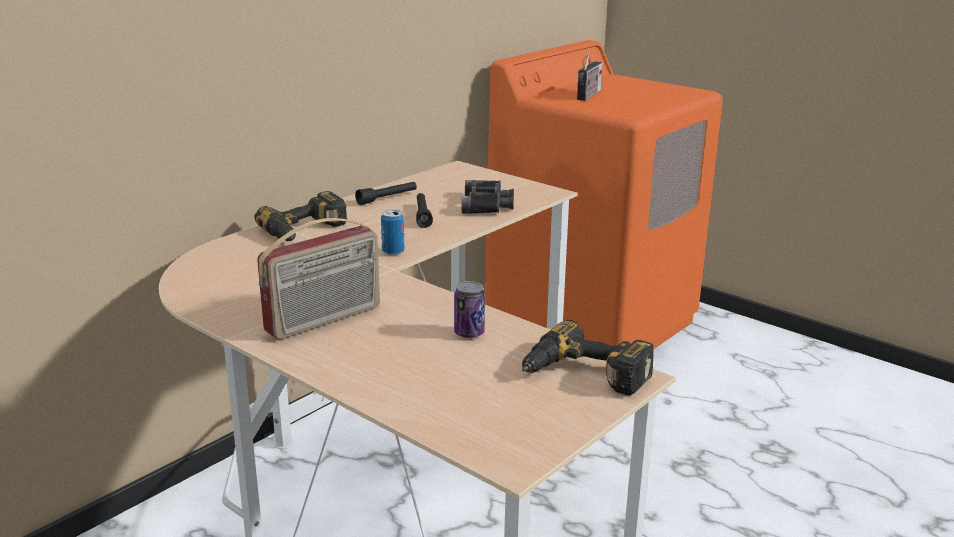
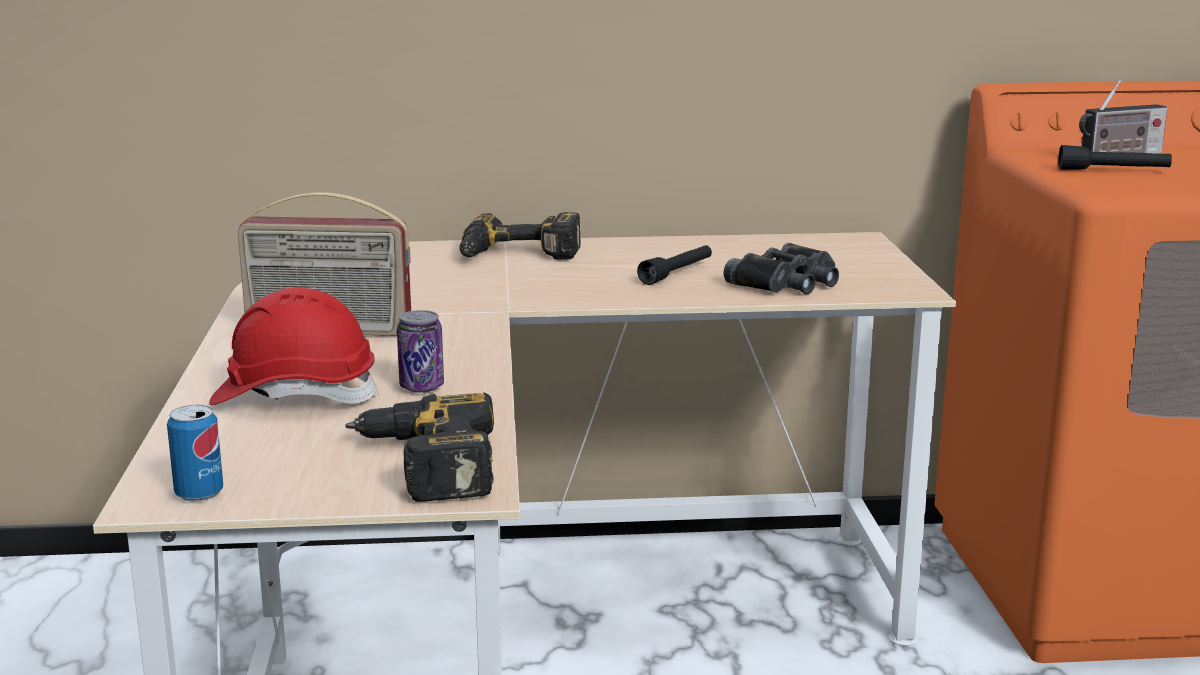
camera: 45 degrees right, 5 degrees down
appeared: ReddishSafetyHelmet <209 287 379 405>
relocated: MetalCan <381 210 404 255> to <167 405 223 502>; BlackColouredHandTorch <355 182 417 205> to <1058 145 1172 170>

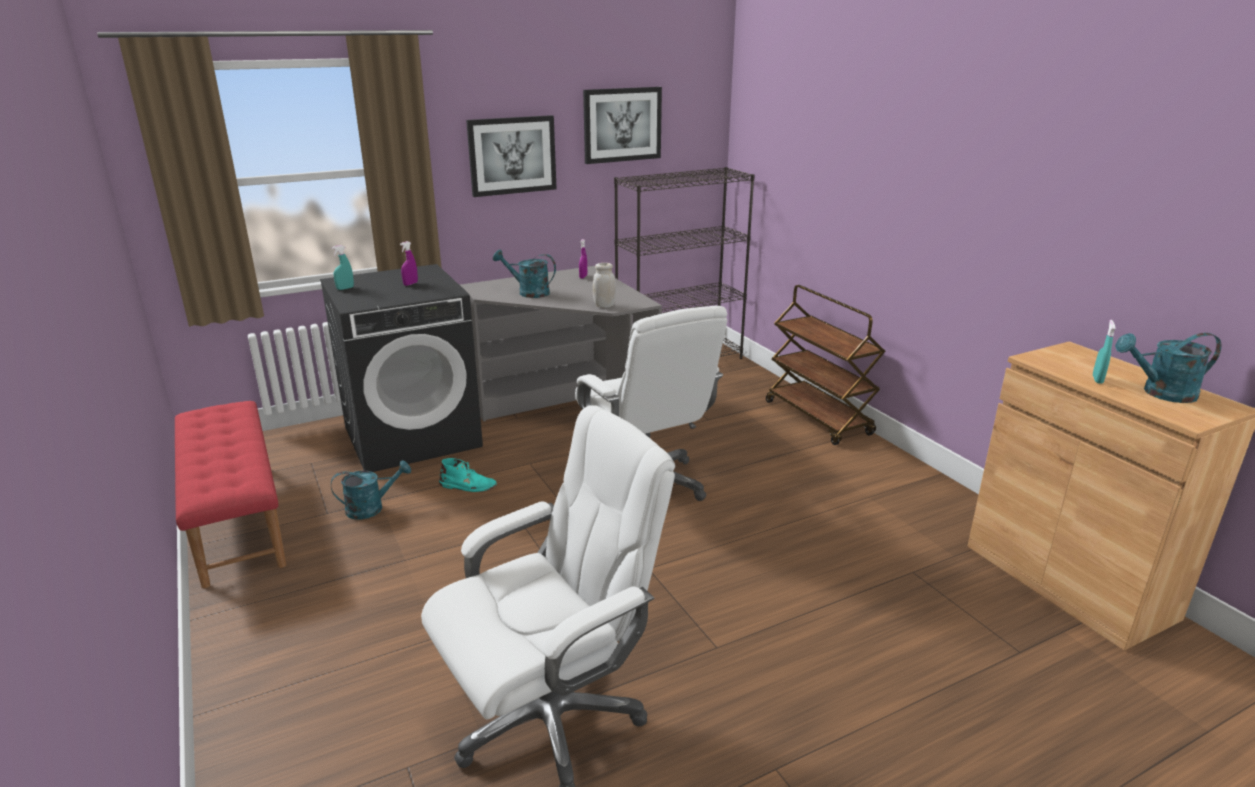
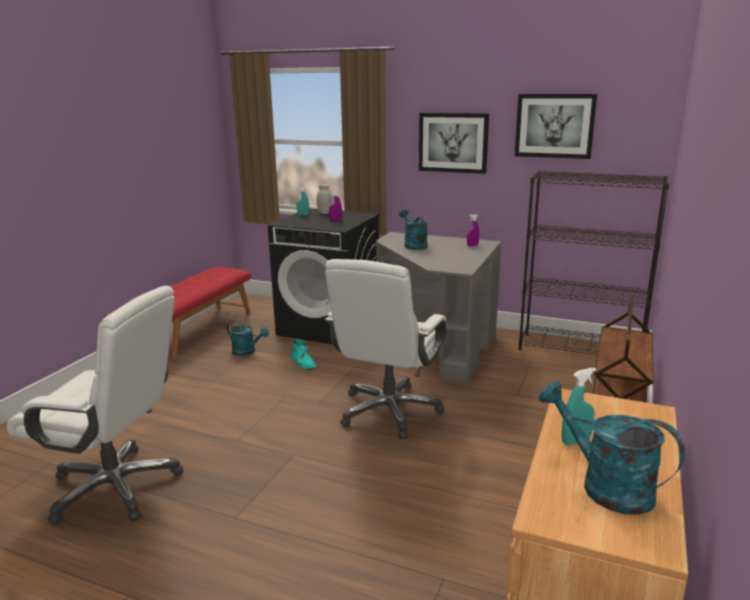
camera: 50 degrees right, 5 degrees down
relocated: WhitishJar <593 263 616 308> to <317 183 332 214>

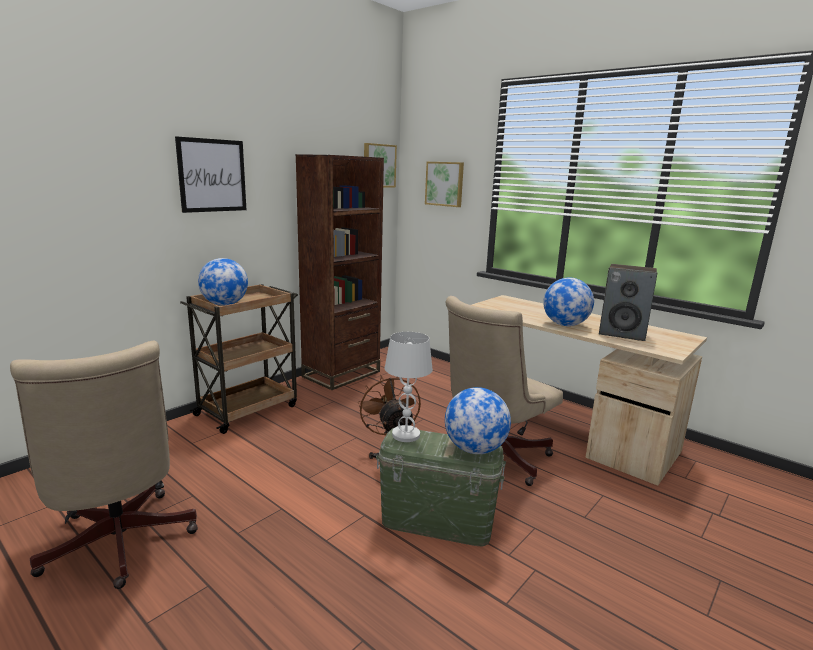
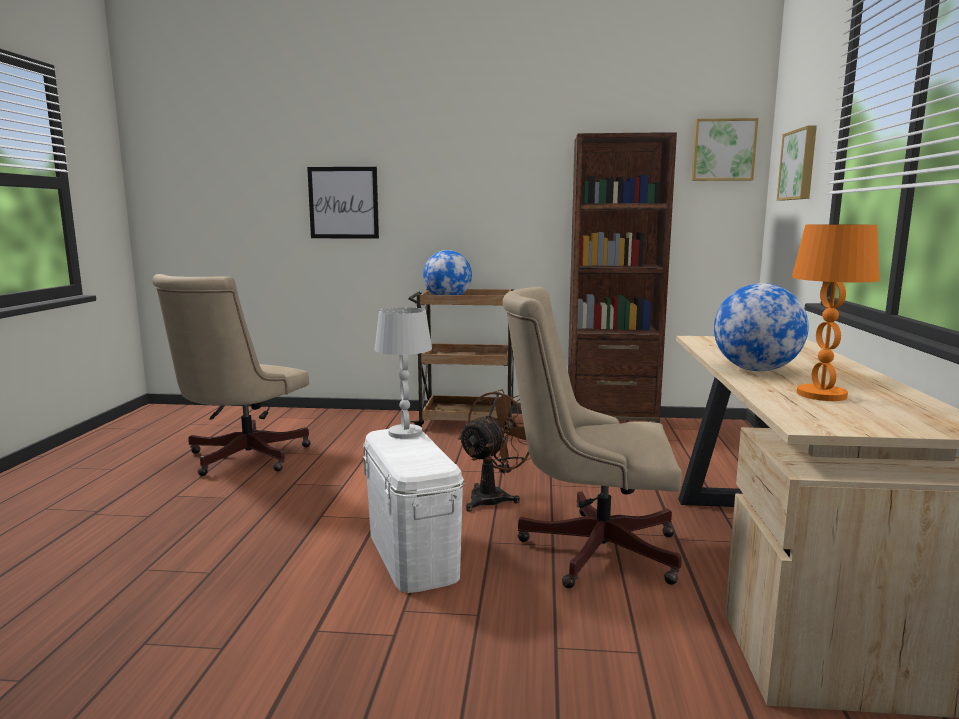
camera: 55 degrees right, 5 degrees down
missing: DeskGlobe <445 387 511 454>
relocated: WallPicture <175 136 246 213> to <307 167 379 239>
exchanged: AudioSpeaker <599 264 657 341> to OrangeColouredTabletopLamp <792 224 880 401>
colour: GreenishStorageContainer <376 428 506 546> to WhitishStorageContainer <363 429 464 593>

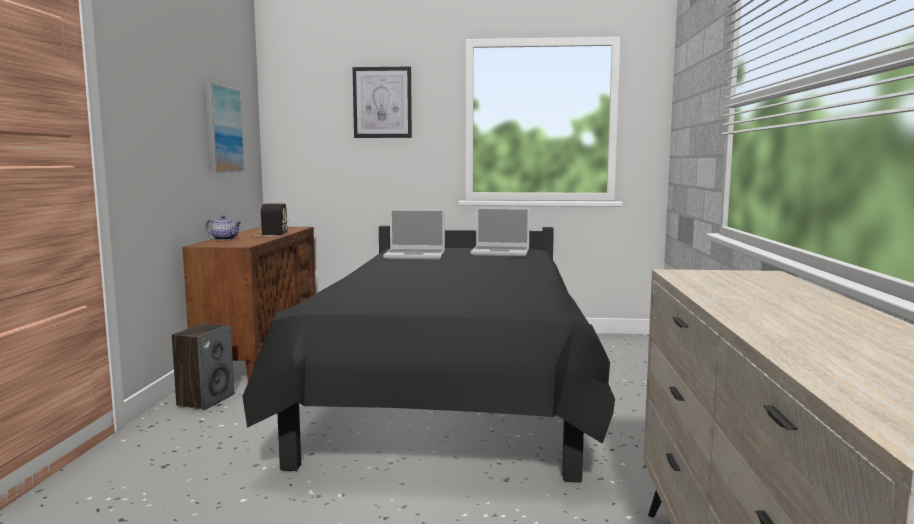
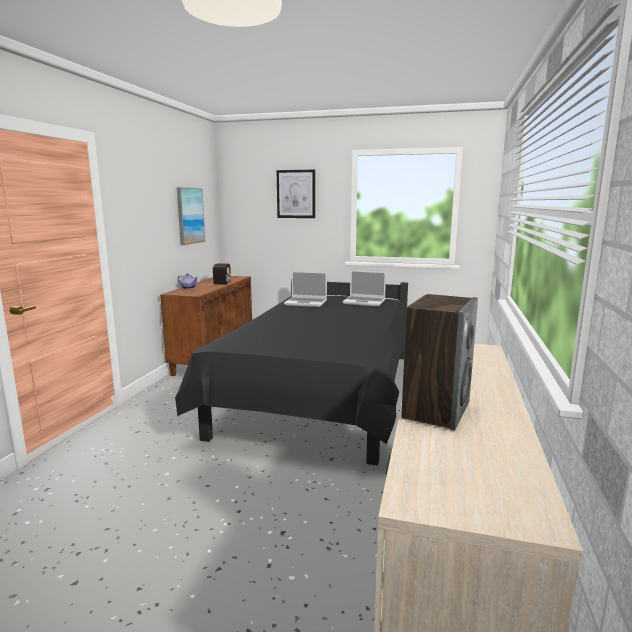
camera: 10 degrees right, 5 degrees up
relocated: AudioSpeaker <172 324 234 410> to <401 294 478 431>

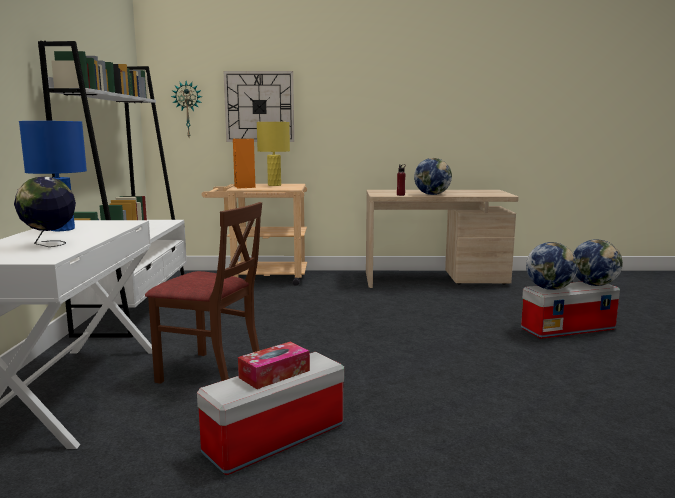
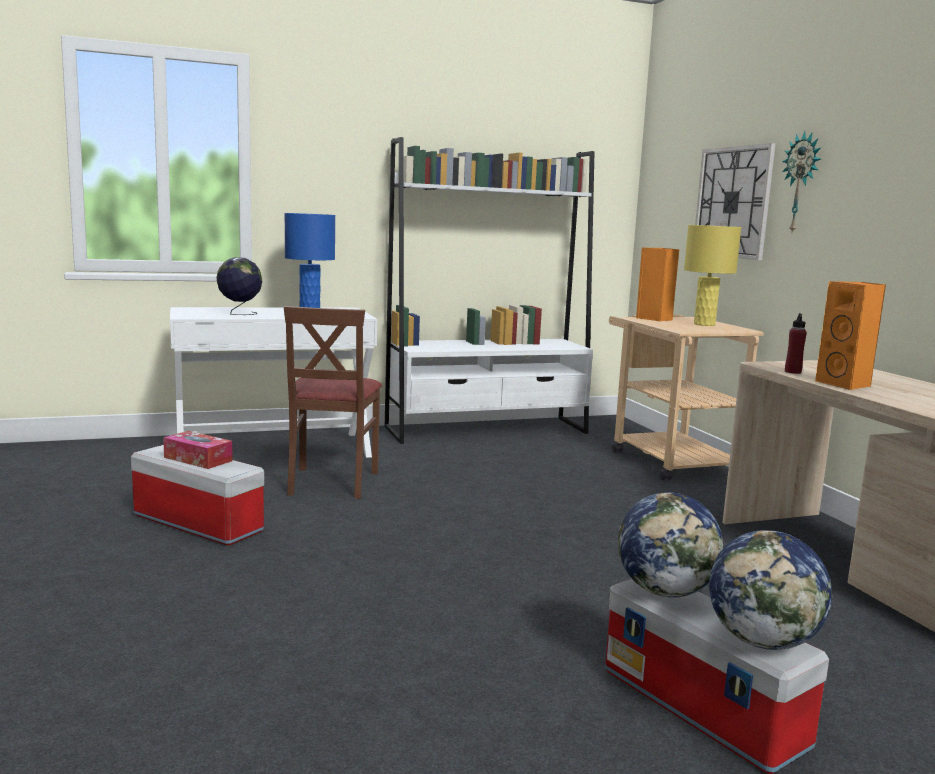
camera: 70 degrees right, 0 degrees up
relocated: ClockOnTheWall <171 81 202 137> to <782 131 821 233>
exchanged: DeskGlobe <414 158 452 195> to OrangeColouredAudioSpeaker <815 281 886 390>

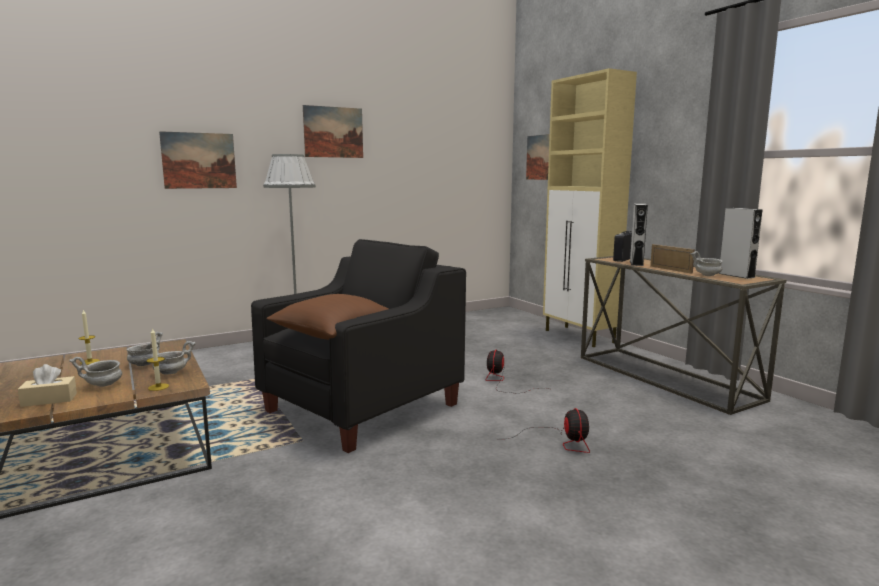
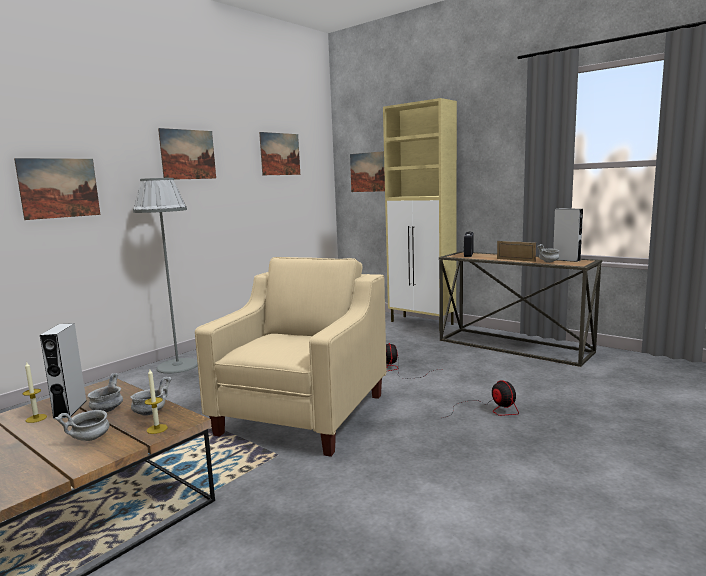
camera: 20 degrees left, 0 degrees up
missing: SandColouredBoxOfTissues <18 364 77 407>; BrownColouredPillow <266 294 388 340>
appeared: WallPicture <259 132 300 175>
relocated: GrayAudioSpeaker <630 204 648 266> to <40 323 87 419>
colour: BlackColouredLoungeChair <251 239 466 453> to SandColouredLoungeChair <195 257 386 457>

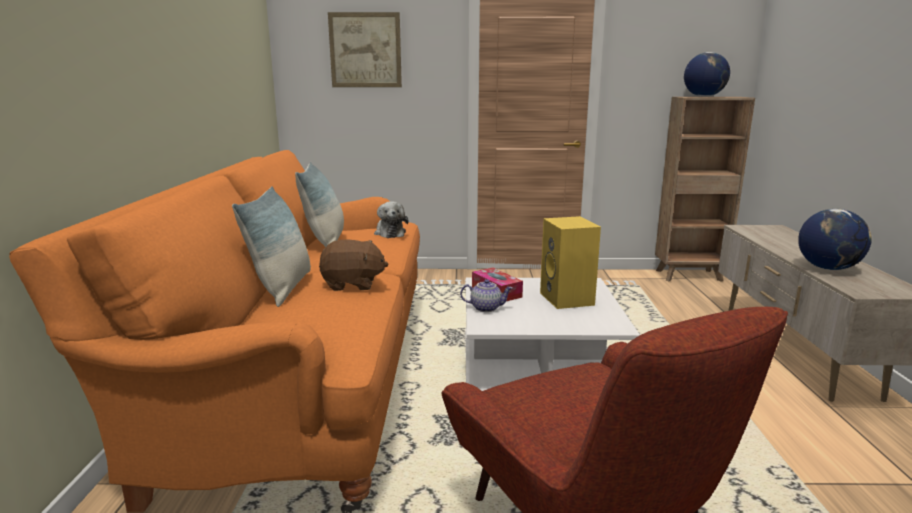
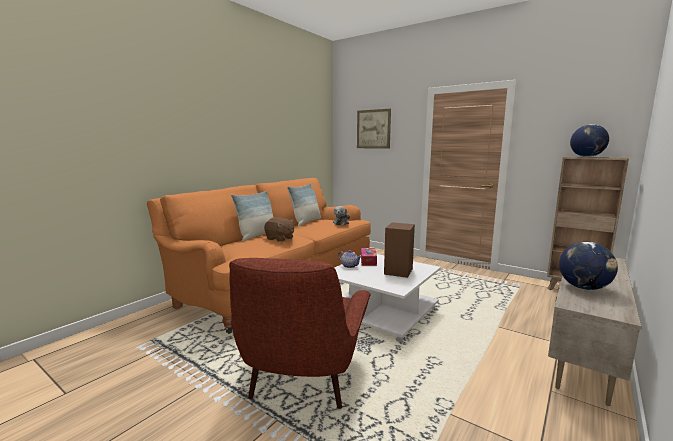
camera: 35 degrees right, 5 degrees down
colour: YellowishAudioSpeaker <540 216 601 309> to BrownColouredAudioSpeaker <384 222 415 278>

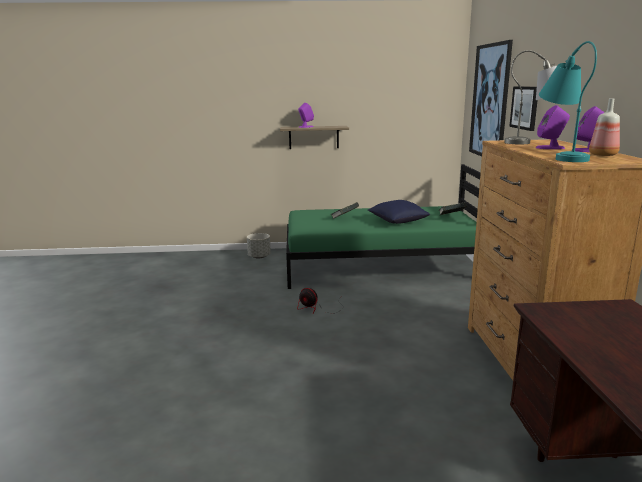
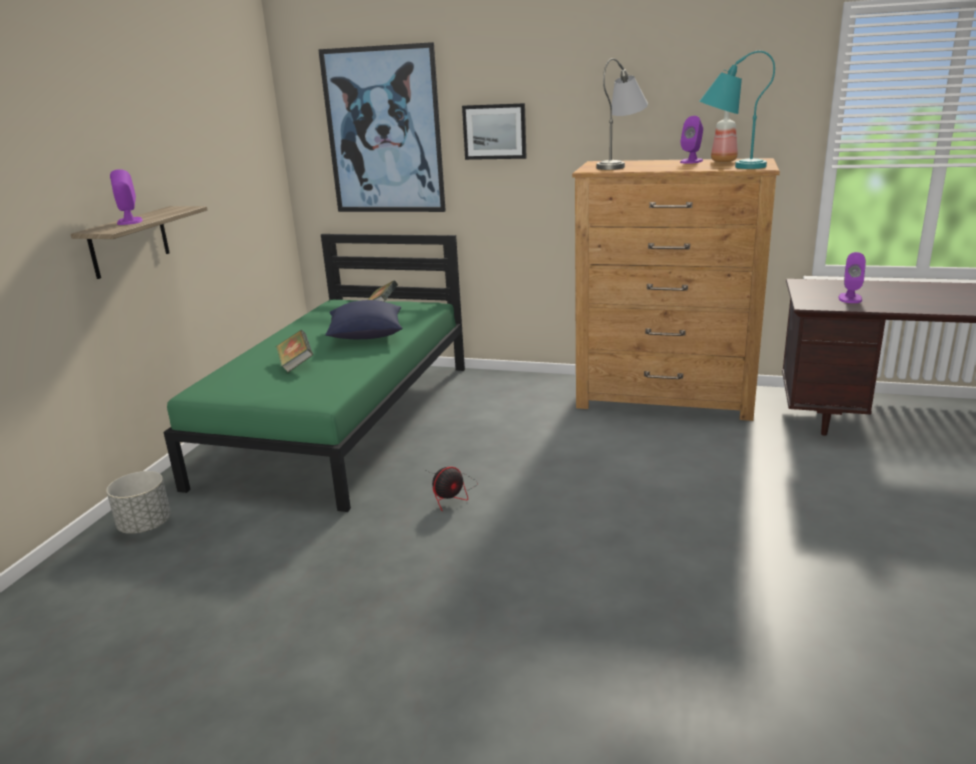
camera: 70 degrees left, 5 degrees up
relocated: PurpleColouredAudioSpeaker <536 105 570 149> to <838 252 866 303>

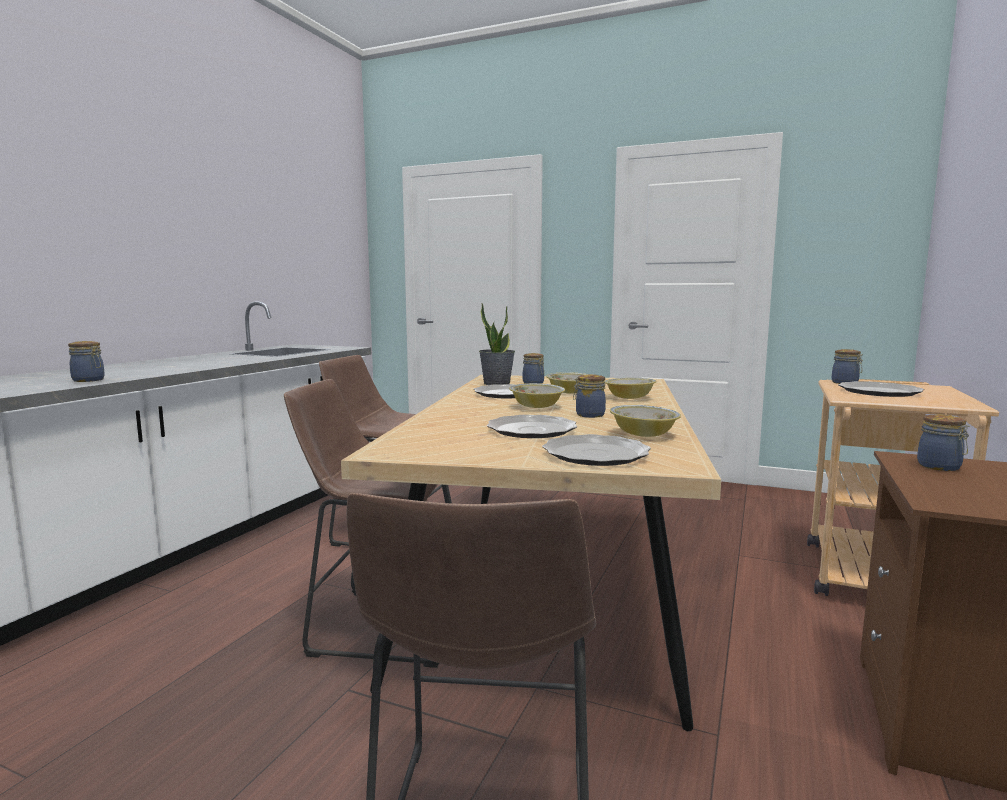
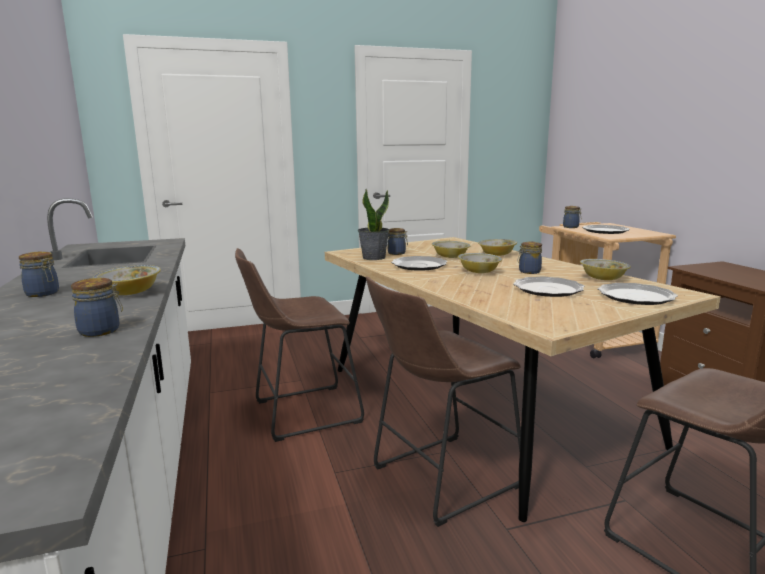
camera: 40 degrees left, 5 degrees up
appeared: ServingBowl <93 265 161 295>
relocated: Jar <917 414 969 471> to <19 252 59 297>

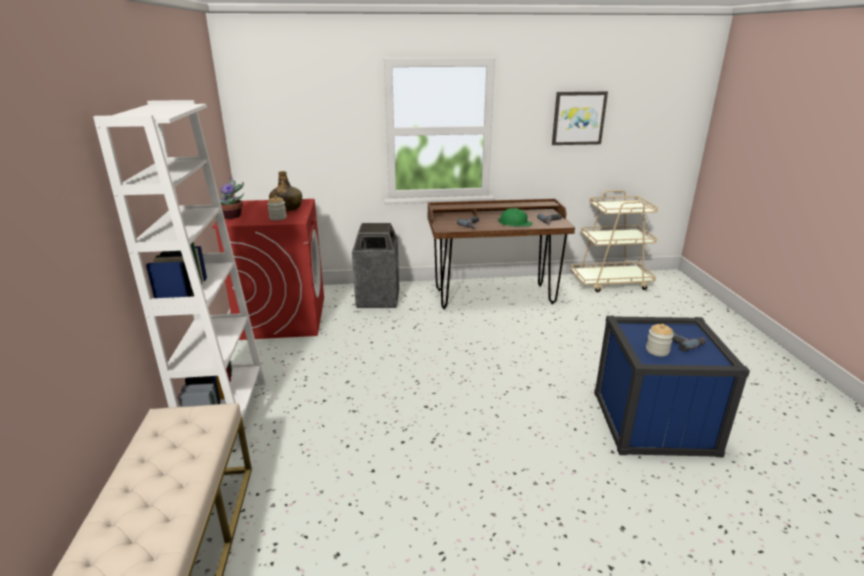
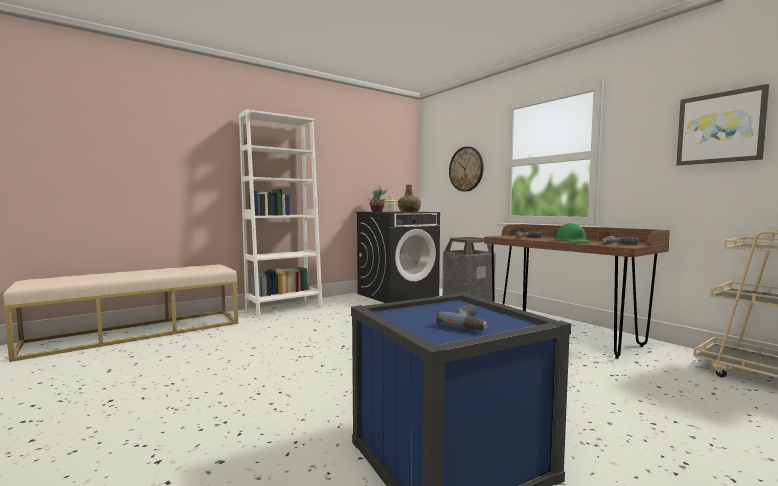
camera: 60 degrees right, 20 degrees down
missing: Jar <646 324 674 356>
appeared: ClockOnTheWall <449 147 484 192>
colour: ReddishLaundryMachine <212 199 324 340> to BlackColouredLaundryMachine <356 211 440 303>

